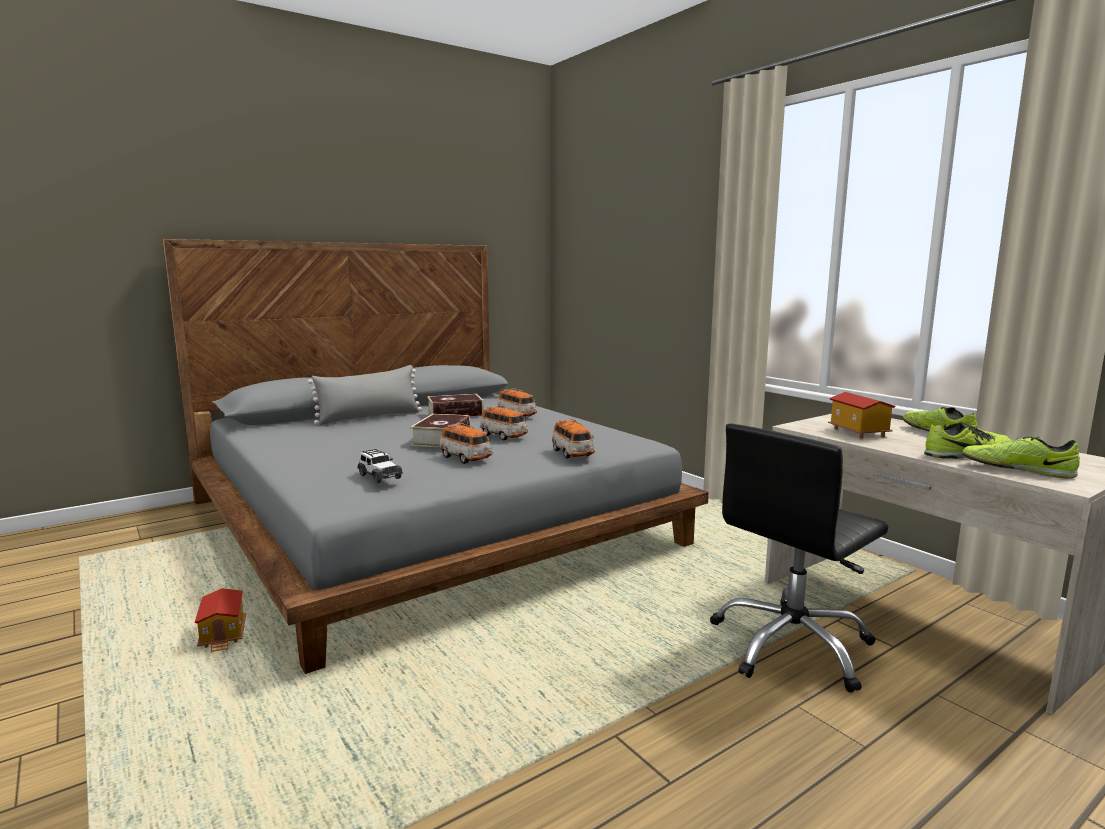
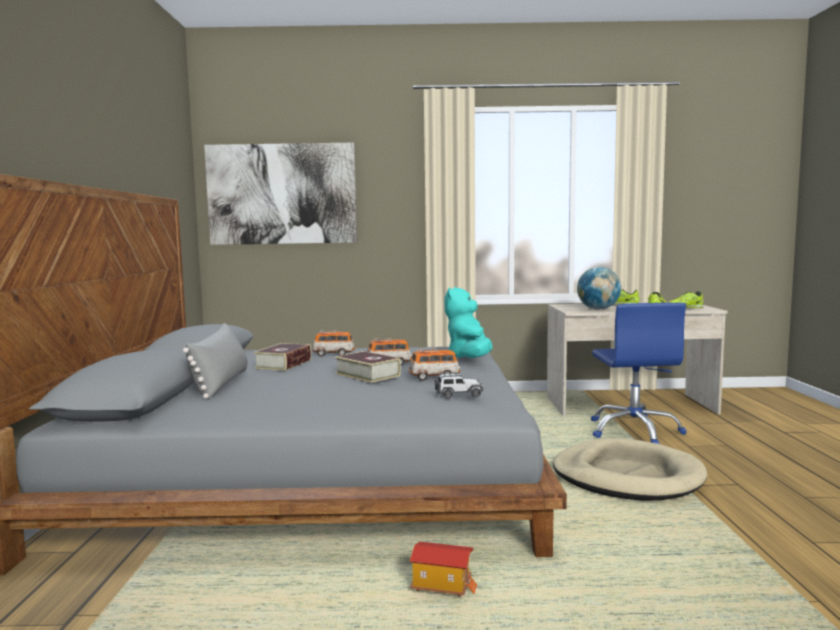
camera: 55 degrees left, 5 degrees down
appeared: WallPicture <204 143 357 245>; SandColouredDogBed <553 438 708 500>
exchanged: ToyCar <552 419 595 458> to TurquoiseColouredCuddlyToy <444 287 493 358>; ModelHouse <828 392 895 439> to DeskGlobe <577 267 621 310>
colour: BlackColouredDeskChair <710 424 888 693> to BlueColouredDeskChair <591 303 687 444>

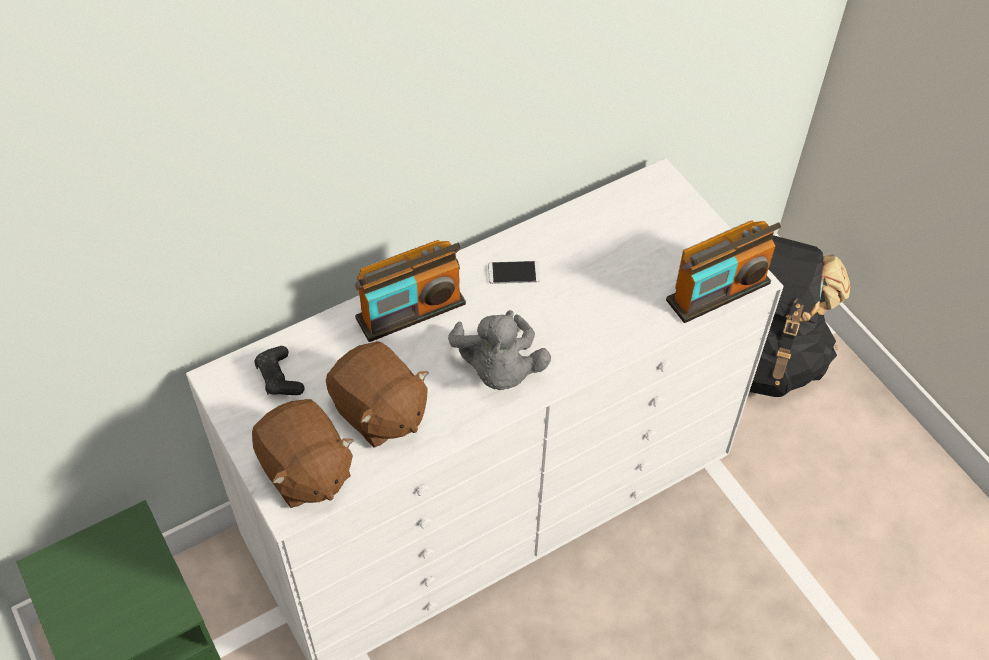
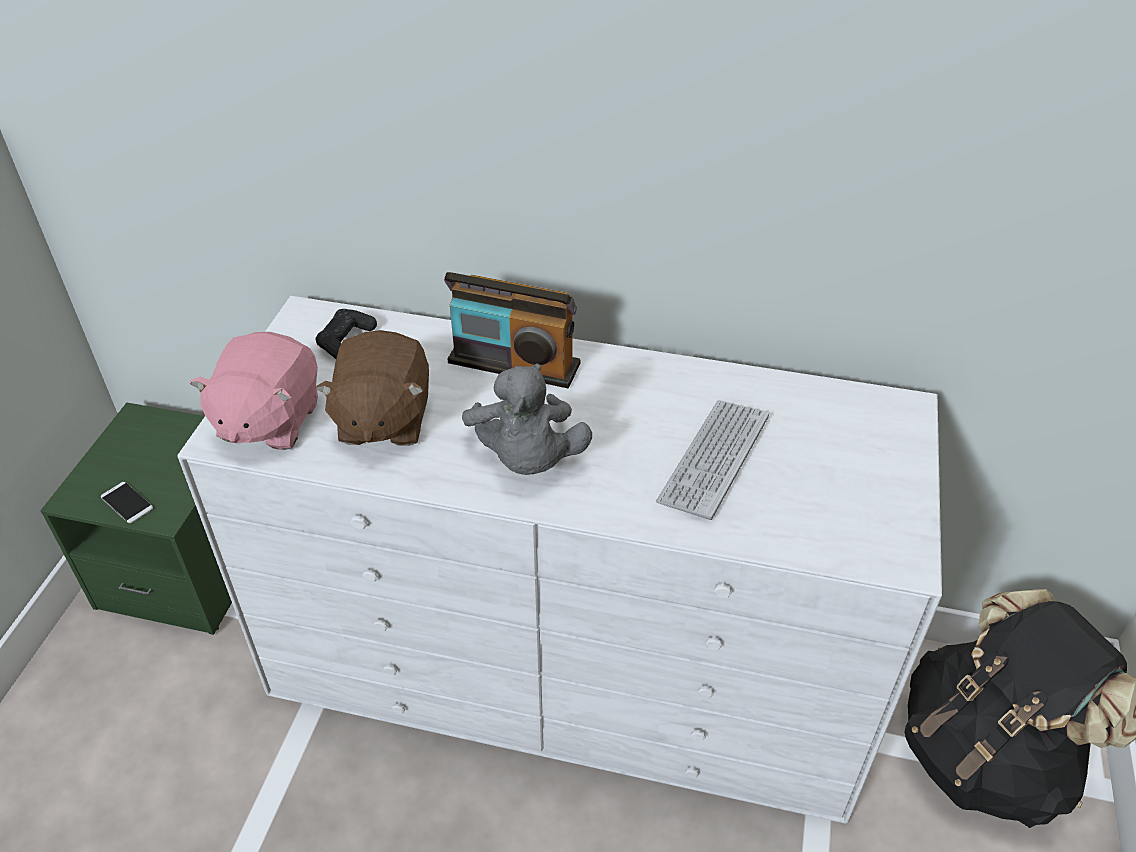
camera: 45 degrees right, 10 degrees down
missing: RadioReceiver <666 220 781 323>
appeared: ComputerKeyboard <656 400 769 520>
relocated: Phone <488 261 540 284> to <101 482 153 523>
colour: BrownColouredCuddlyToy <252 399 354 508> to PinkColouredCuddlyToy <190 332 318 450>
spun: GrayCuddlyToy <448 310 551 390> = <462 364 592 475> 45 degrees counterclockwise

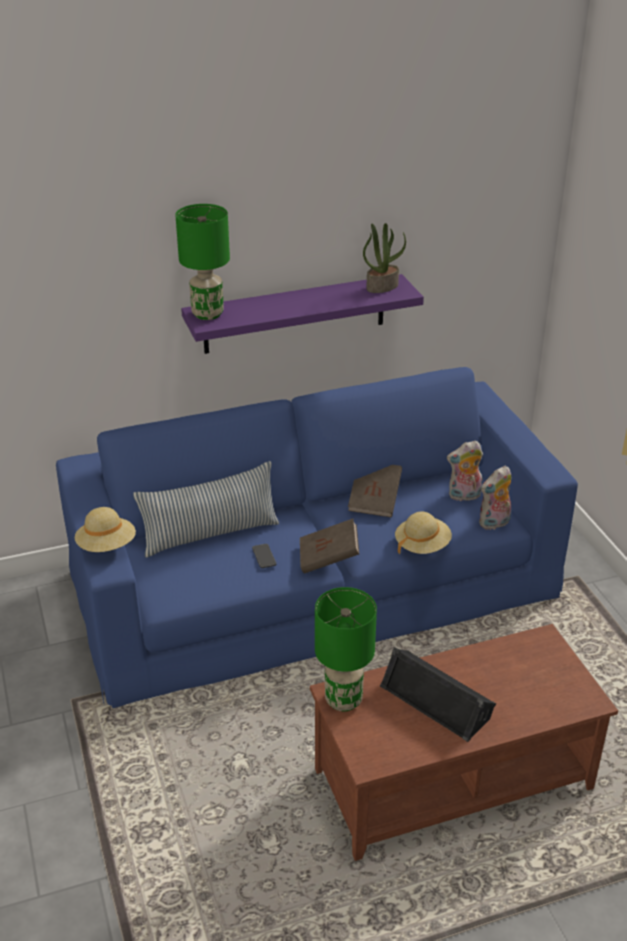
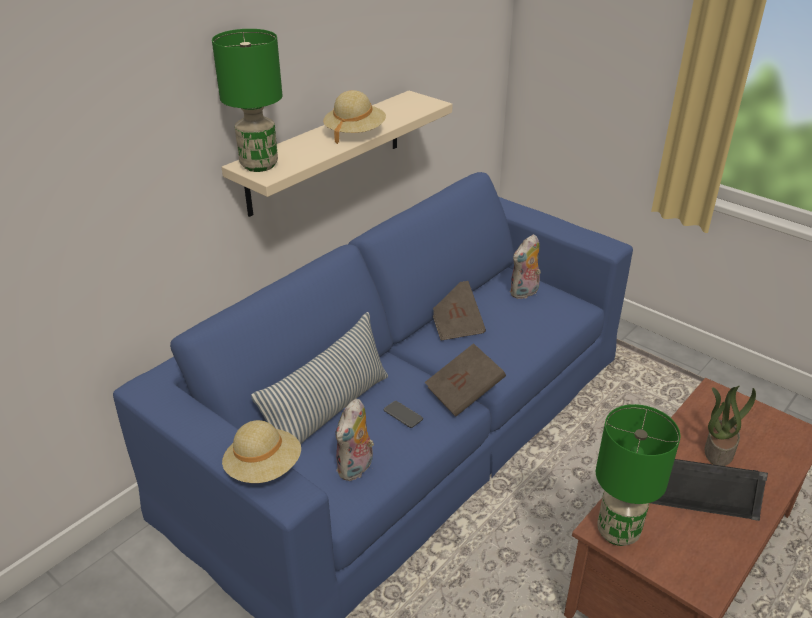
camera: 30 degrees left, 0 degrees up
relocated: SandColouredClothingHat <395 511 452 554> to <323 90 386 144>; CuddlyToy <479 466 512 530> to <335 399 374 481>; PottedPlant <363 223 406 293> to <705 386 756 466>
colour: PurpleColouredBracketShelf <181 274 424 354> to SandColouredBracketShelf <222 91 453 217>

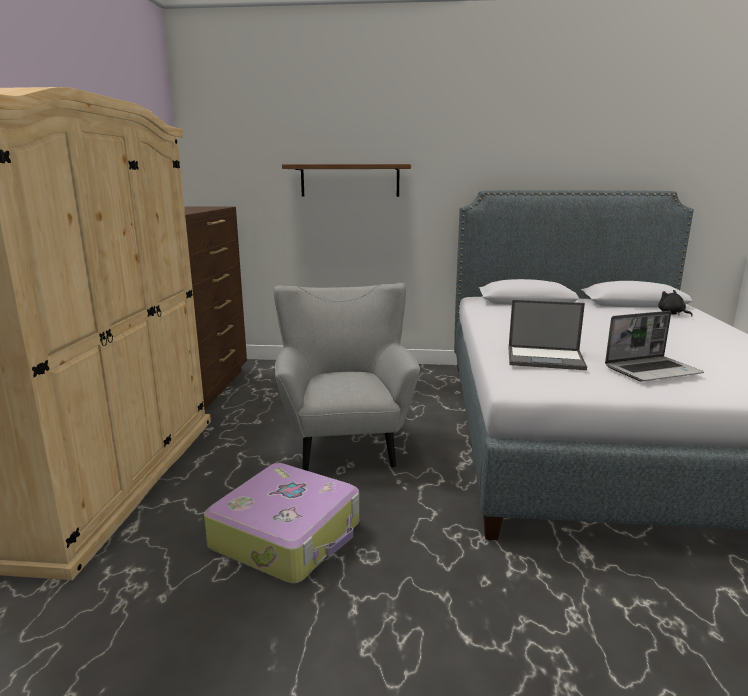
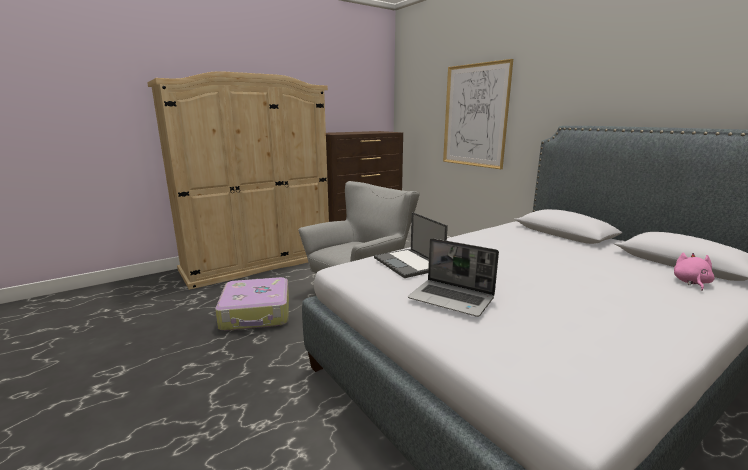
camera: 50 degrees right, 0 degrees up
exchanged: BracketShelf <282 164 411 197> to WallPicture <443 59 513 169>
colour: BlackColouredCuddlyToy <658 290 693 316> to PinkColouredCuddlyToy <674 252 715 291>

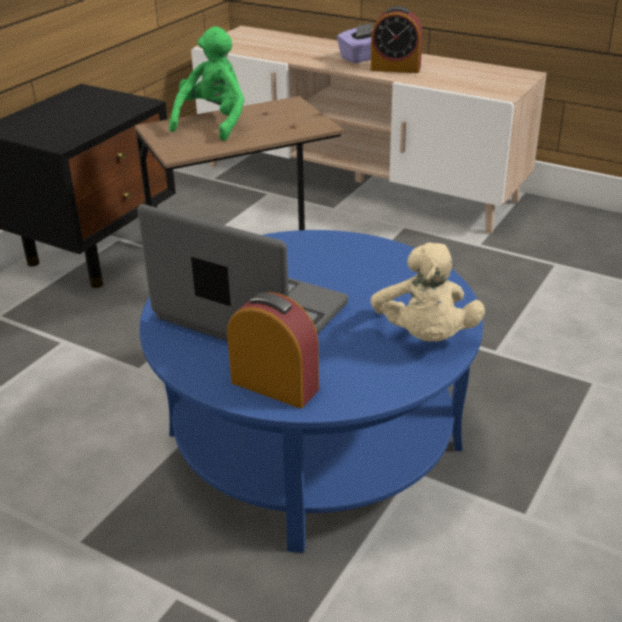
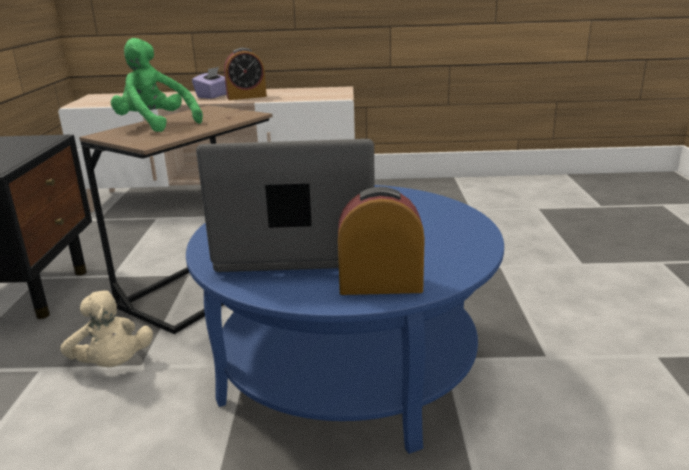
camera: 30 degrees left, 10 degrees down
relocated: SandColouredCuddlyToy <370 243 485 342> to <60 291 153 367>
spun: GreenishCuddlyToy <169 26 244 141> = <111 38 203 132> 45 degrees counterclockwise

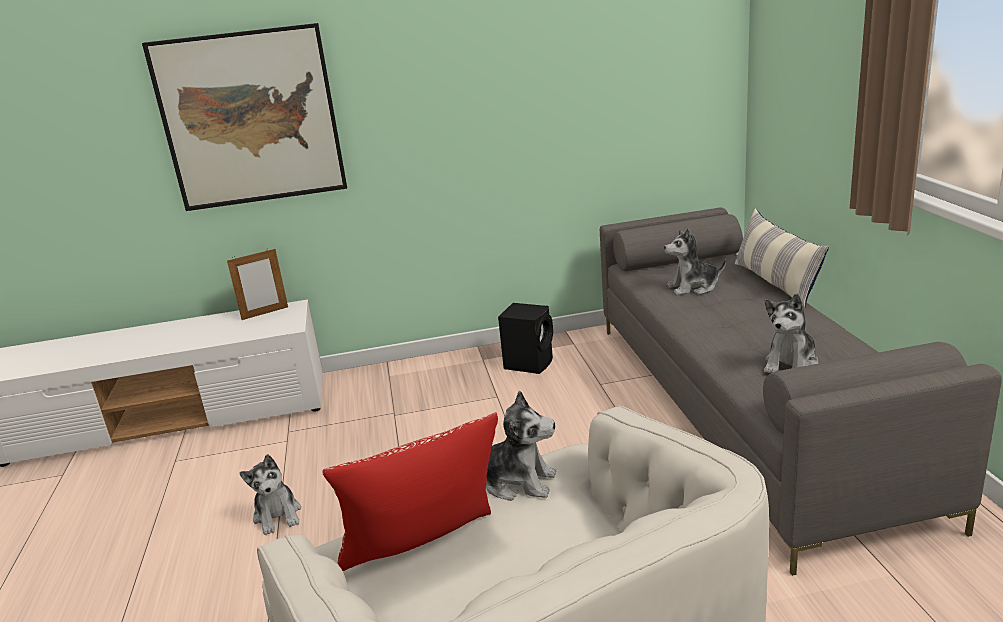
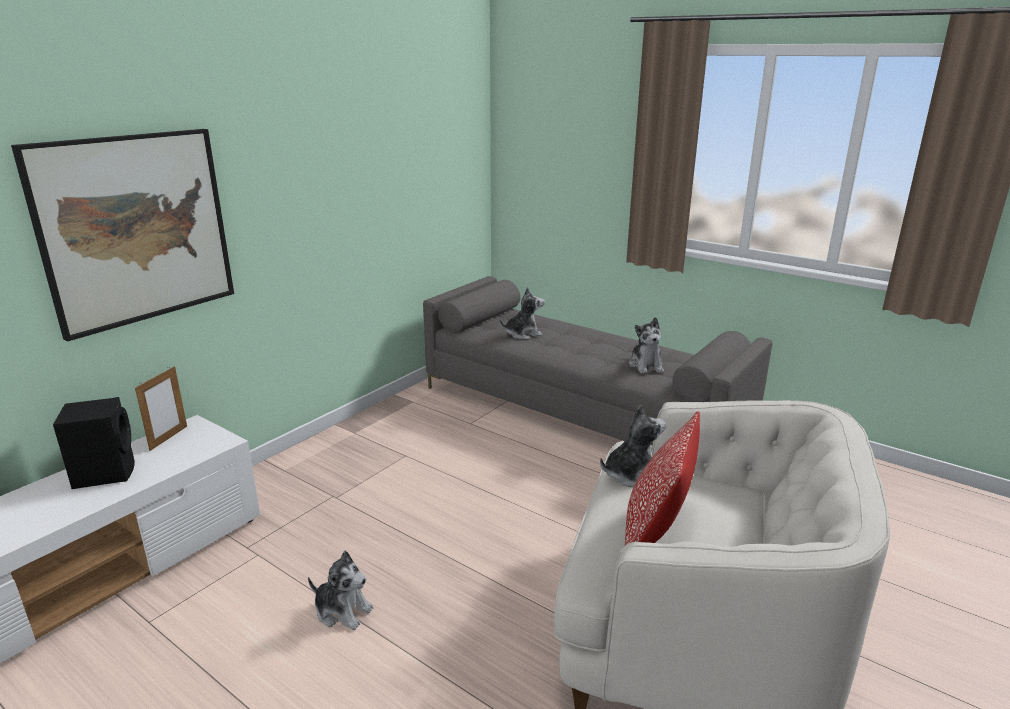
camera: 45 degrees left, 0 degrees up
missing: Pillow <735 208 829 308>
relocated: BlackColouredAudioSpeaker <498 303 553 374> to <53 397 135 489>
spun: CuddlyToy <664 228 726 295> = <500 287 545 340> 150 degrees counterclockwise

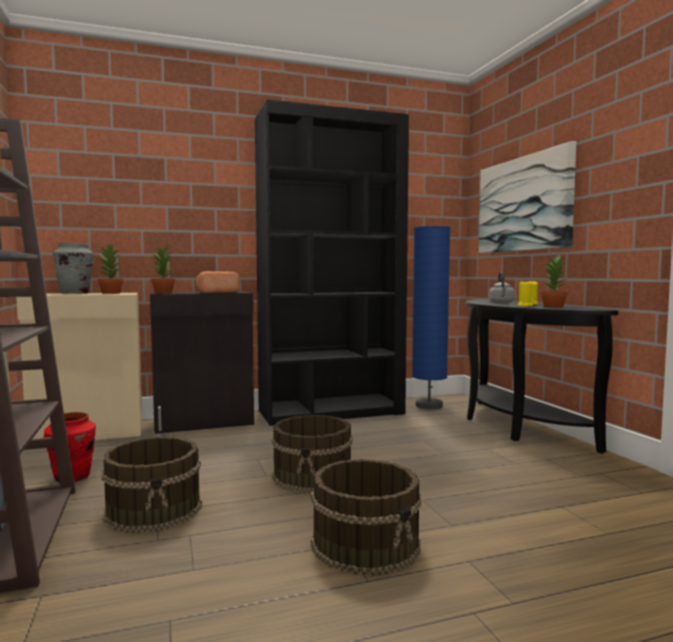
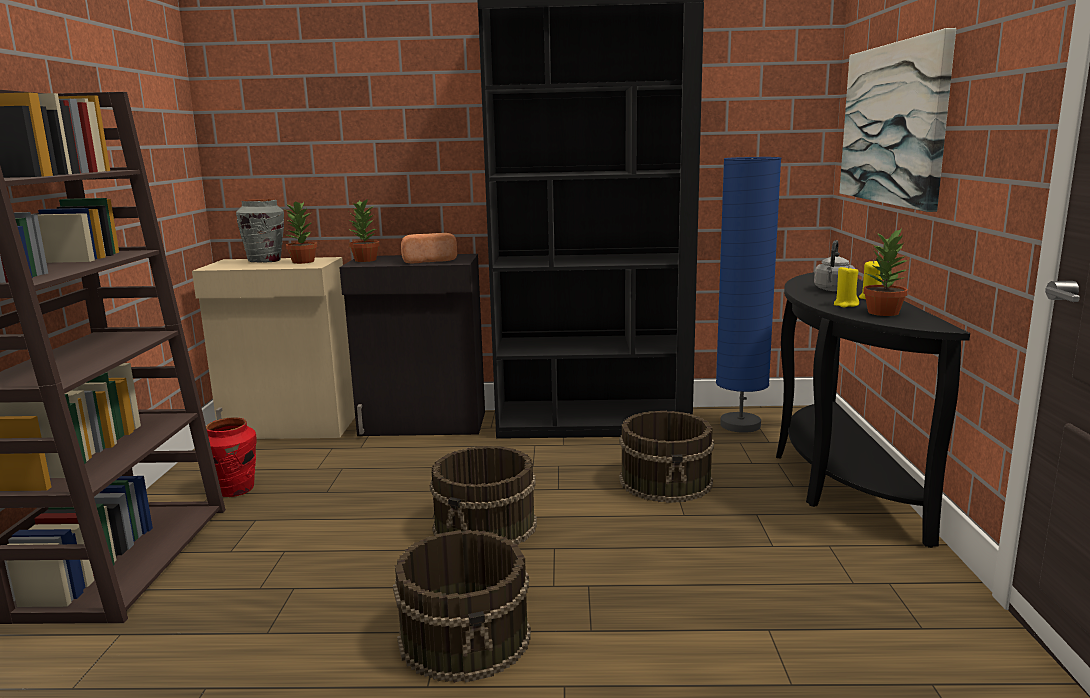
camera: 20 degrees right, 10 degrees up
relocated: BrownColouredBucket <101 437 202 533> to <619 411 714 503>

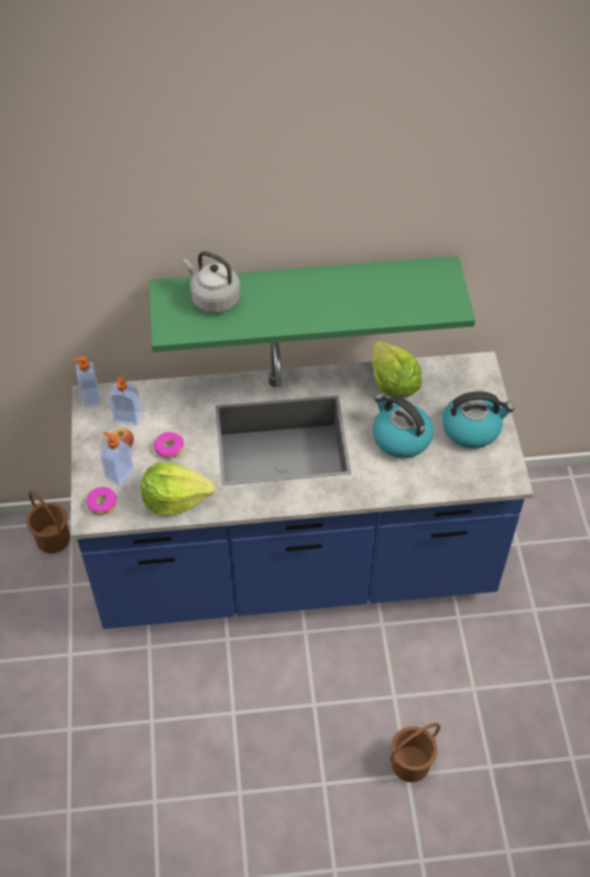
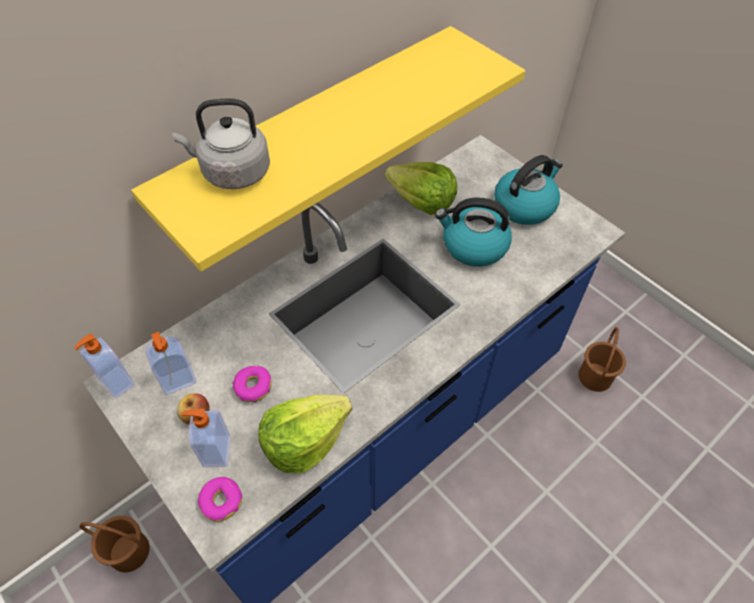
camera: 35 degrees left, 0 degrees up
relocated: BrownColouredBucket <390 723 440 782> to <578 327 626 392>
colour: GreenishBracketShelf <149 256 475 352> to YellowishBracketShelf <131 26 526 272>

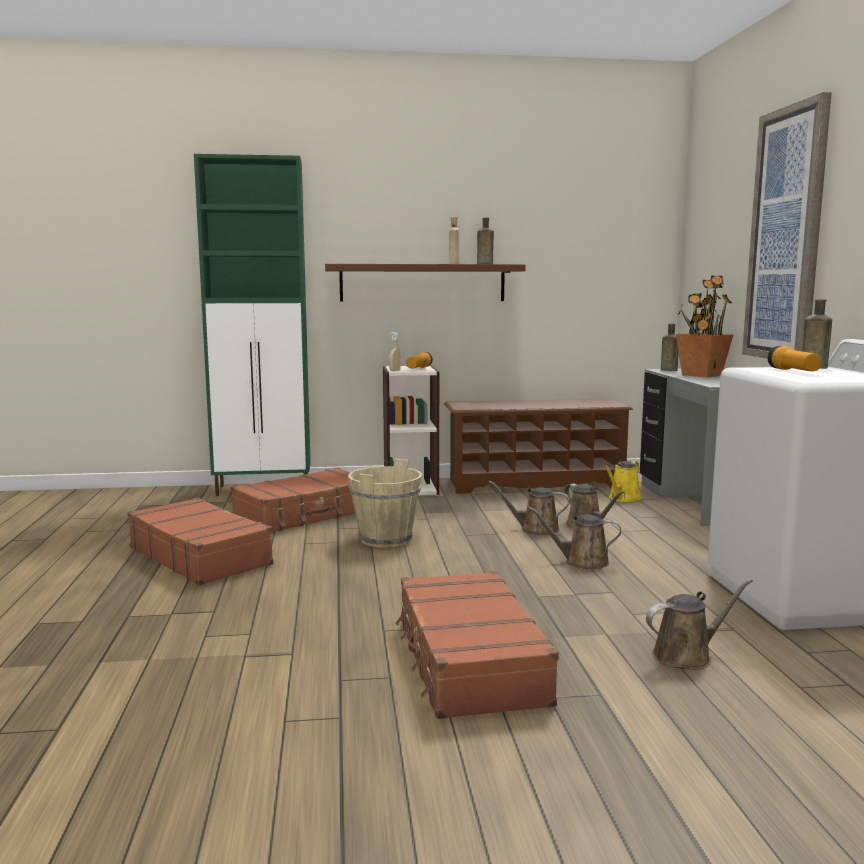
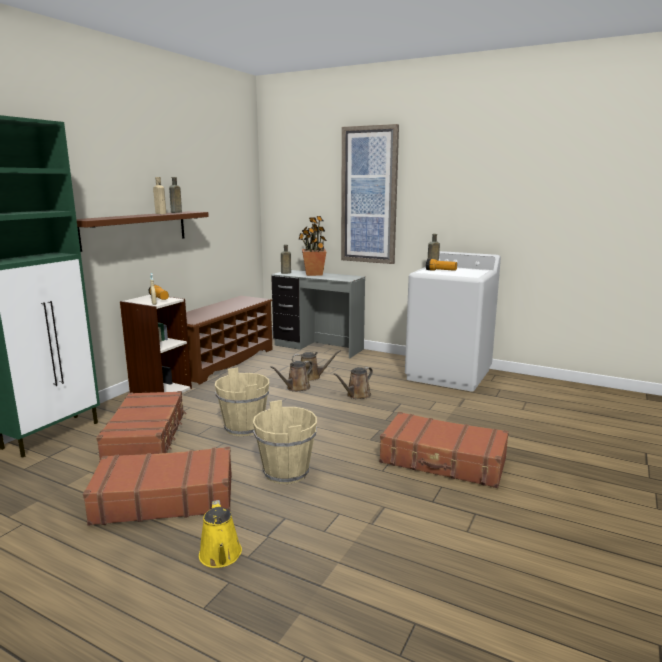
camera: 55 degrees left, 5 degrees up
missing: BrownColouredWateringPot <646 579 753 670>
appeared: SandColouredBucket <253 400 317 484>
relocated: YellowishWateringPot <604 461 642 502> to <199 500 242 568>

